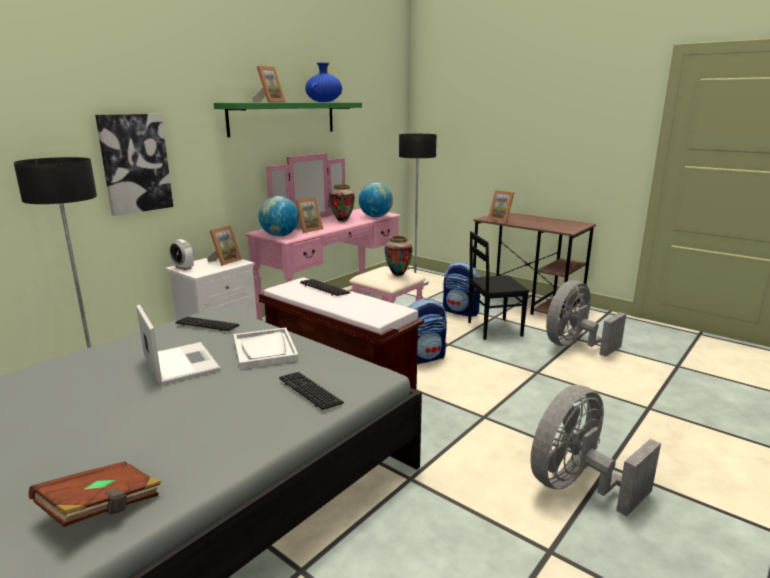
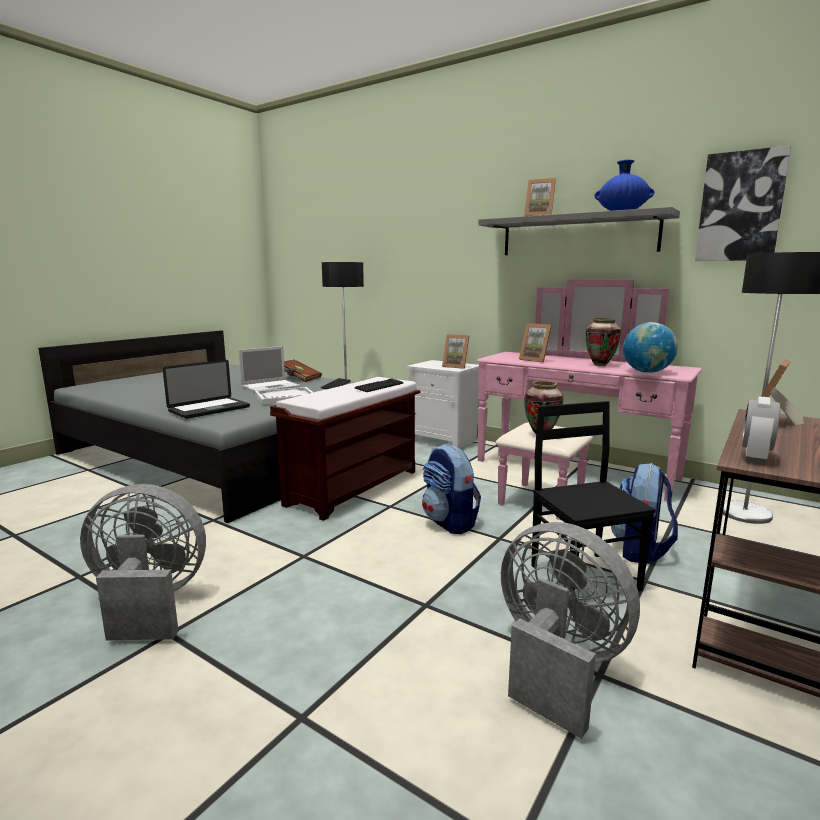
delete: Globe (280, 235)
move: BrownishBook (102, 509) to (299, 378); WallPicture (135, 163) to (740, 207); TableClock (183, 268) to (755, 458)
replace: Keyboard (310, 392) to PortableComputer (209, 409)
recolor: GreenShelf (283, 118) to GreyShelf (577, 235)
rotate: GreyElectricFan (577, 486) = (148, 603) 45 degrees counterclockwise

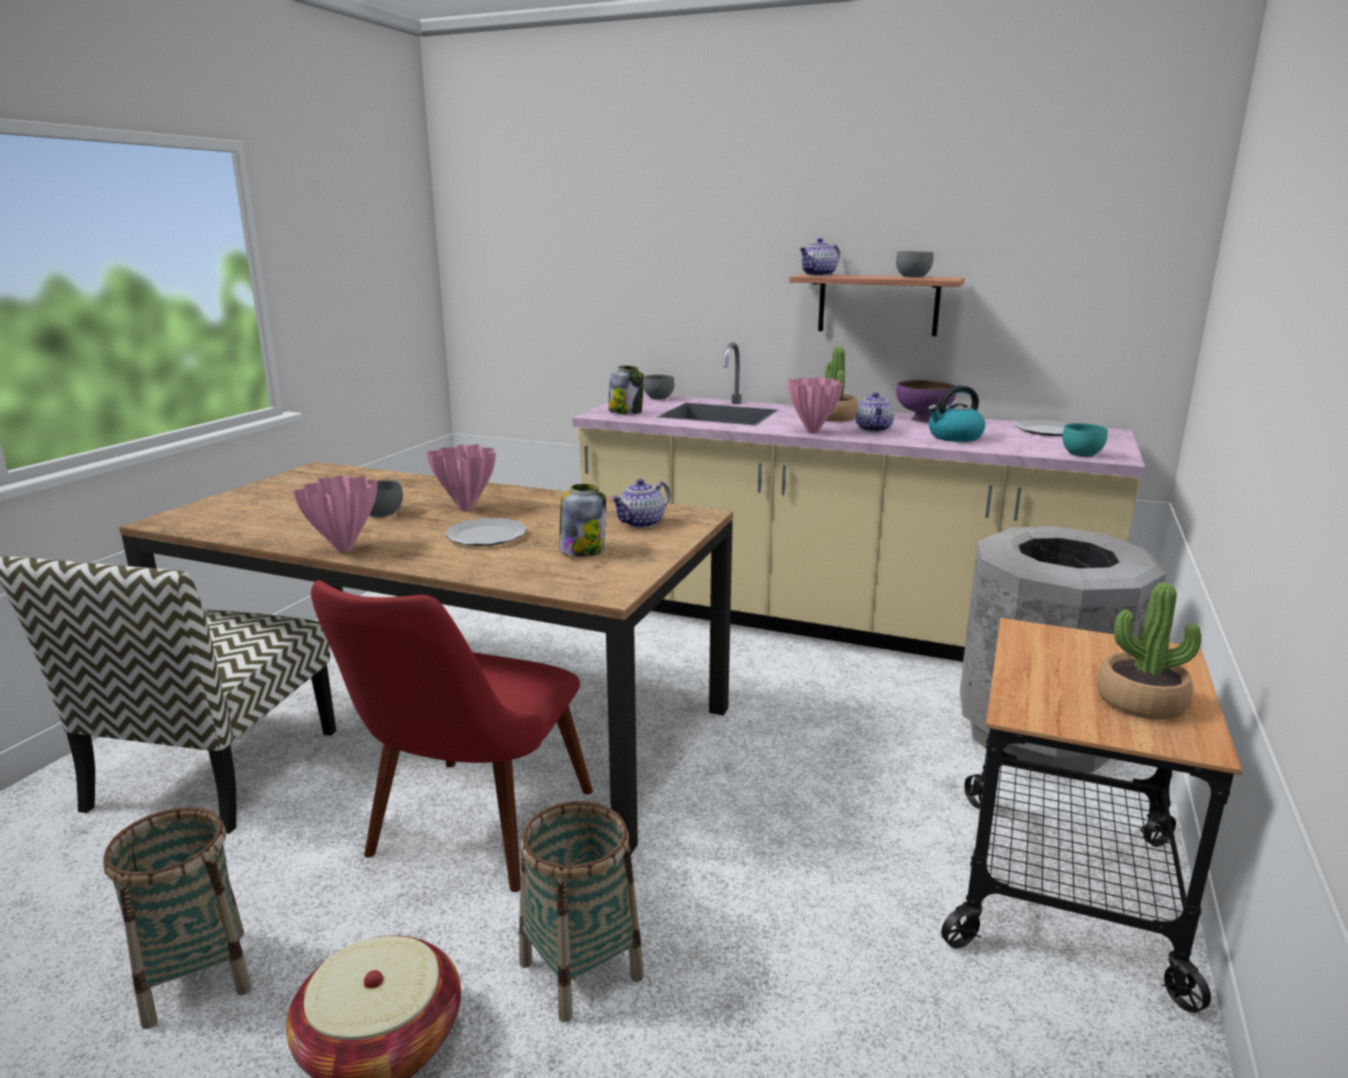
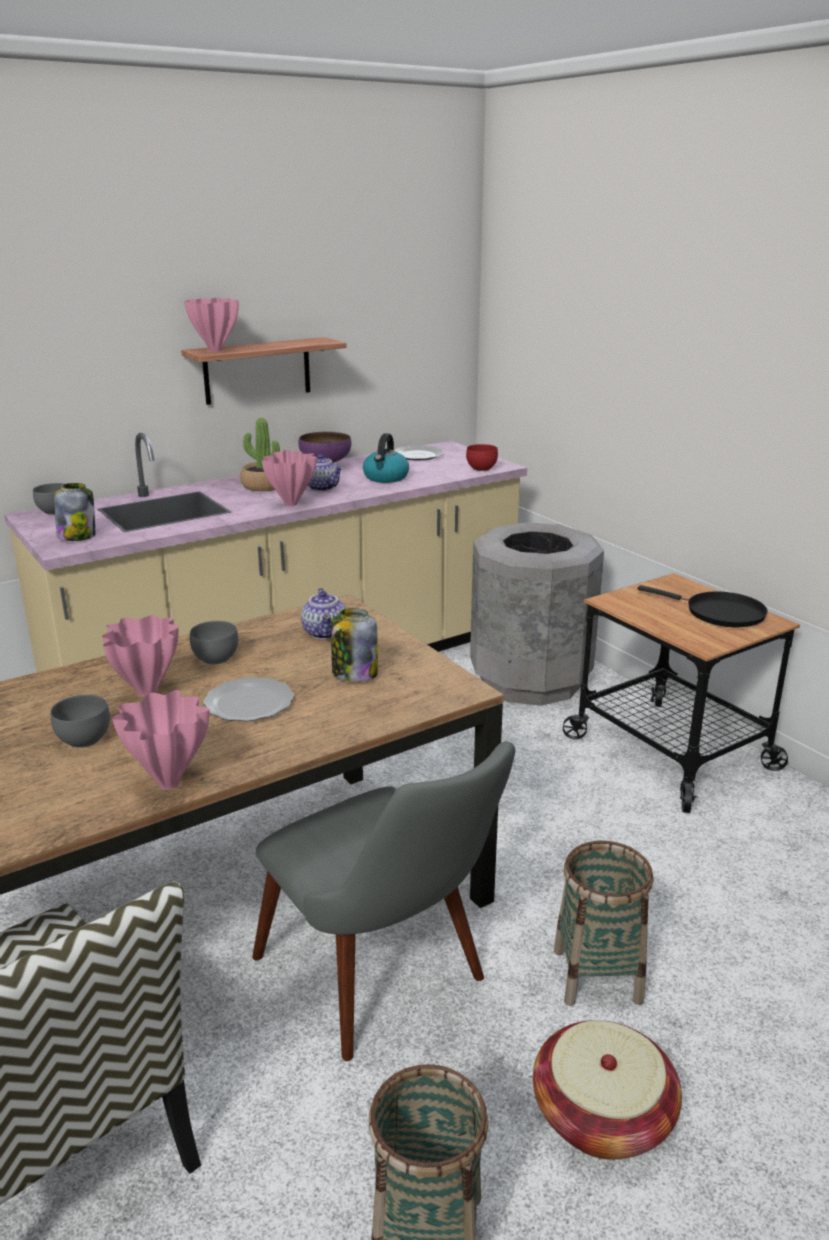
move: GreyDeepDish (913, 277) to (216, 658)
replace: Teapot (819, 275) to PinkishDecorativeVase (215, 350); Houseplant (1140, 702) to BlackPan (719, 613)
recolor: RedChair (468, 839) to GreyChair (387, 983); TurquoiseColouredDeepDish (1082, 454) to RedDeepDish (481, 468)

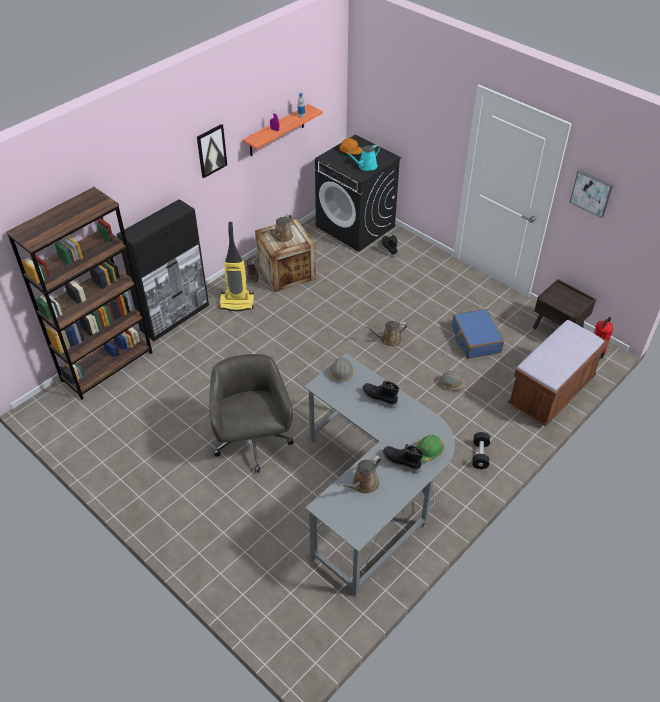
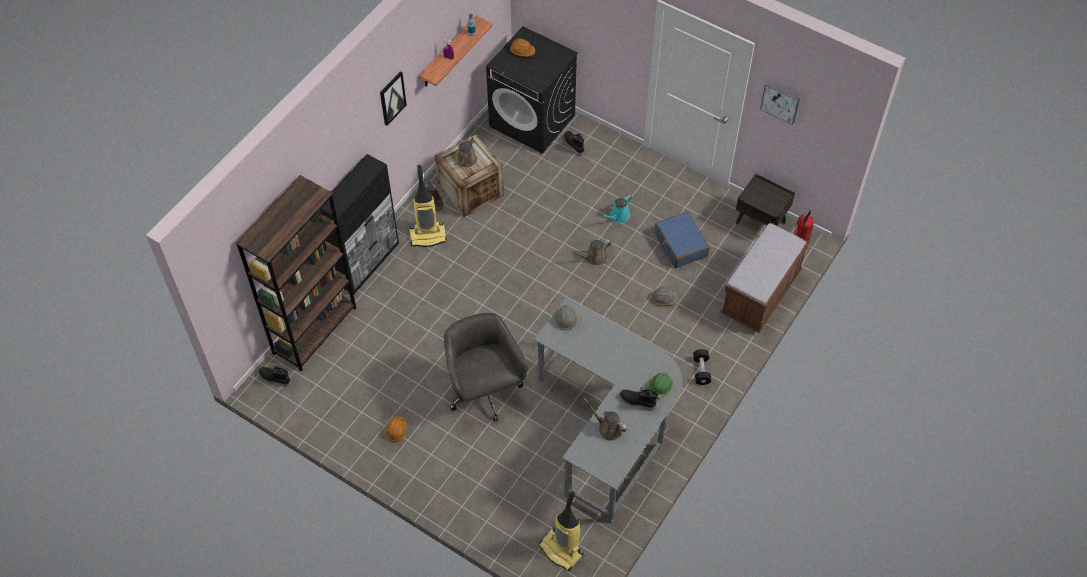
insert: OrangeColouredWorkHelmet (396, 430); Hoover (562, 550)
move: BlackHighTopBoot (379, 398) to (274, 379); TurquoiseColouredWateringCan (366, 166) to (618, 216)
rotate: BrownishWateringCan (363, 484) = (608, 428) 90 degrees clockwise

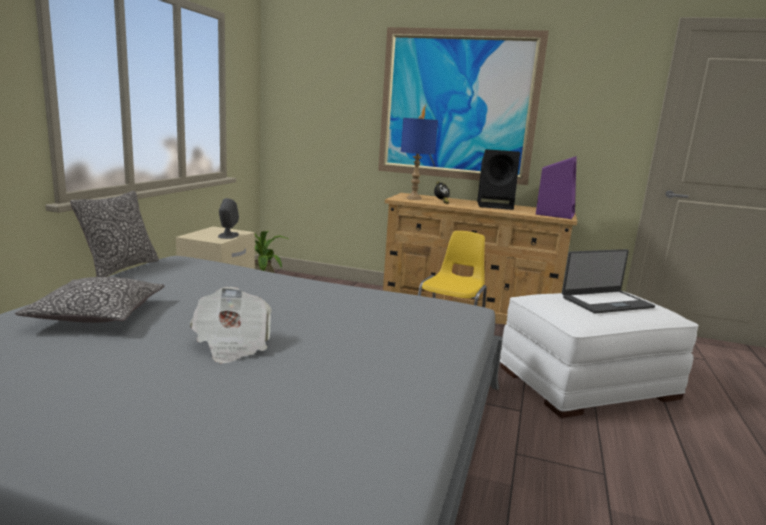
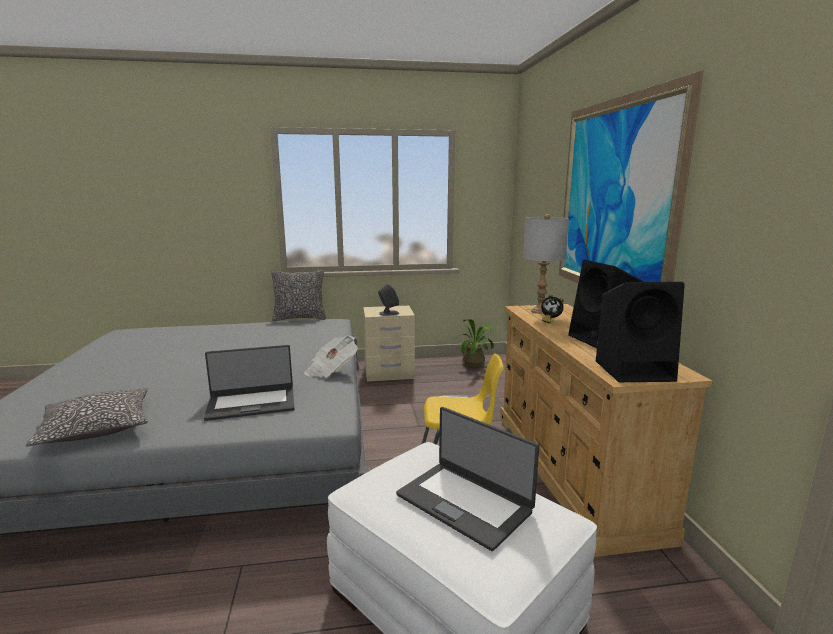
insert: PortableComputer (251, 404)
move: Cushion (98, 314) to (97, 427); DailyPaper (232, 344) to (331, 370)
recolor: BlueColouredTableLamp (414, 198) to GreyTableLamp (540, 311); PurpleColouredSpeaker (555, 214) to BlackSpeaker (635, 370)

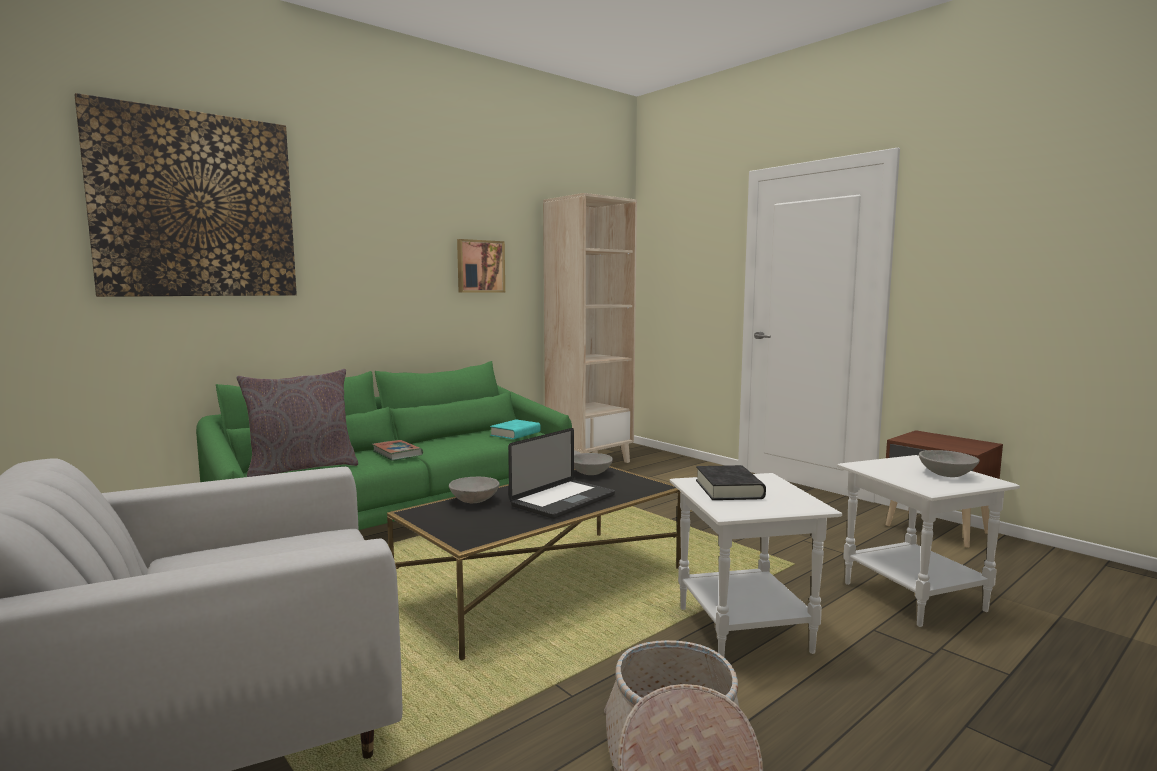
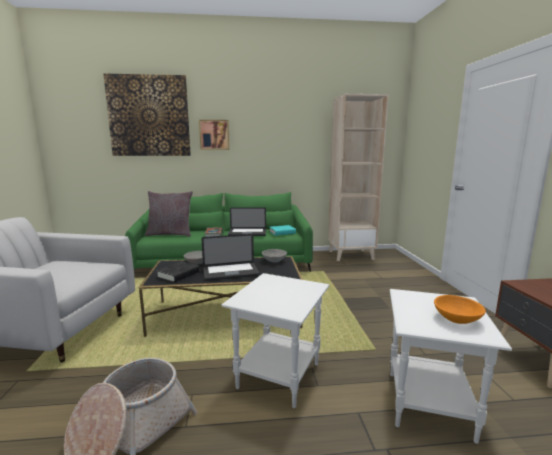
insert: PortableComputer (247, 233)
move: BlackBook (729, 489) to (178, 275); WallPicture (480, 266) to (214, 135)
recolor: GreyDeepDish (947, 474) to OrangeColouredDeepDish (457, 319)

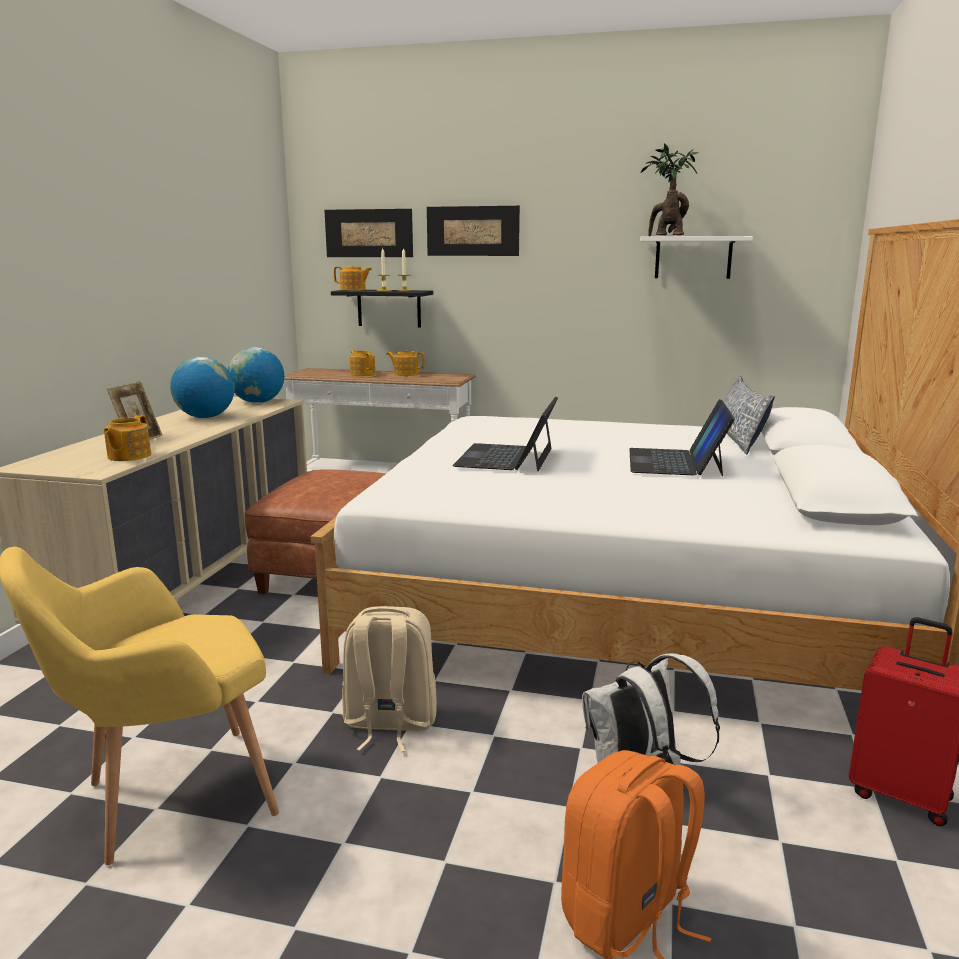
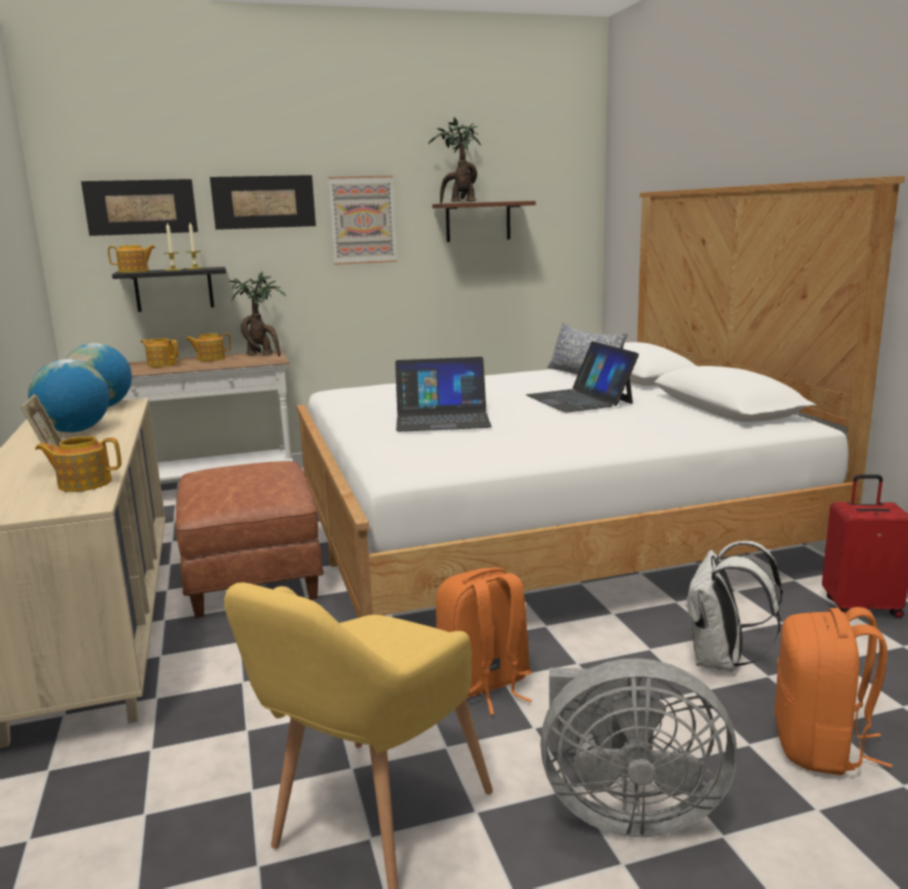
insert: Houseplant (262, 355); WallPicture (362, 220); GreyElectricFan (624, 809)
recolor: WhiteShelf (693, 257) to BrownishShelf (478, 221); BeigeKnapsack (389, 723) to OrangeColouredKnapsack (484, 685)
rotate: Teapot (128, 456) = (84, 483) 105 degrees clockwise; PortableComputer (506, 457) = (442, 419) 75 degrees counterclockwise

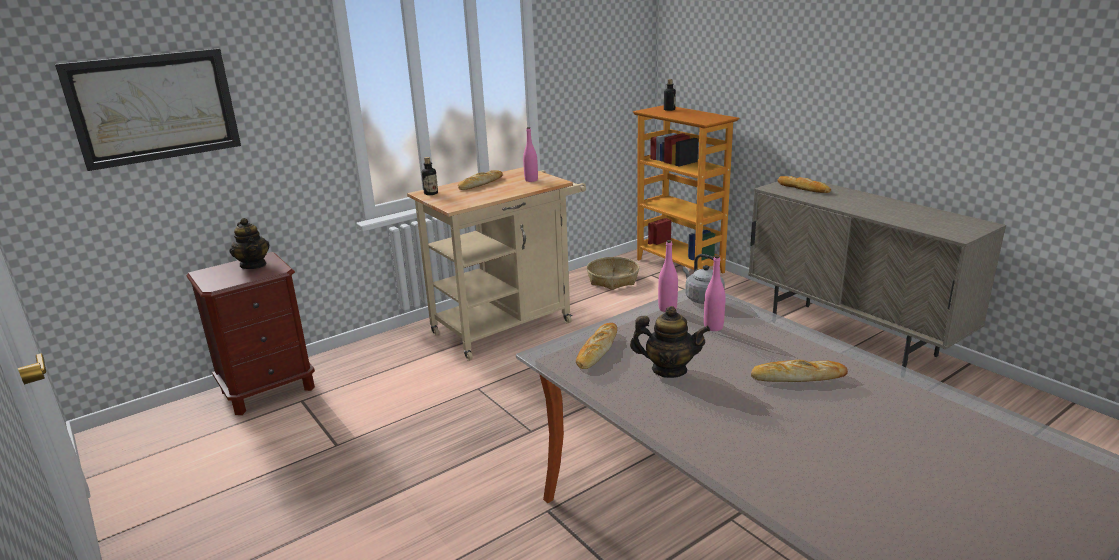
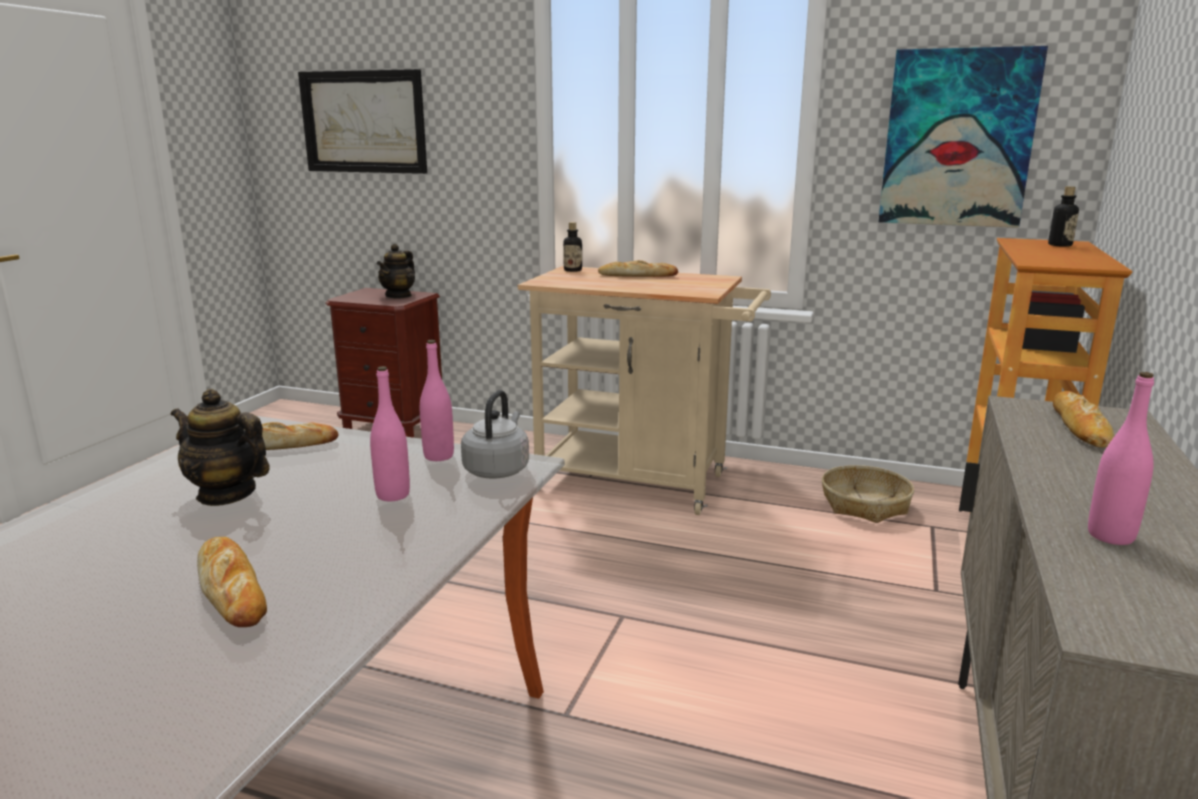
insert: WallPicture (957, 138)
move: PinkishDrinkBottle (531, 180) to (1110, 536)
rotate: Teapot (669, 370) = (226, 494) 135 degrees clockwise

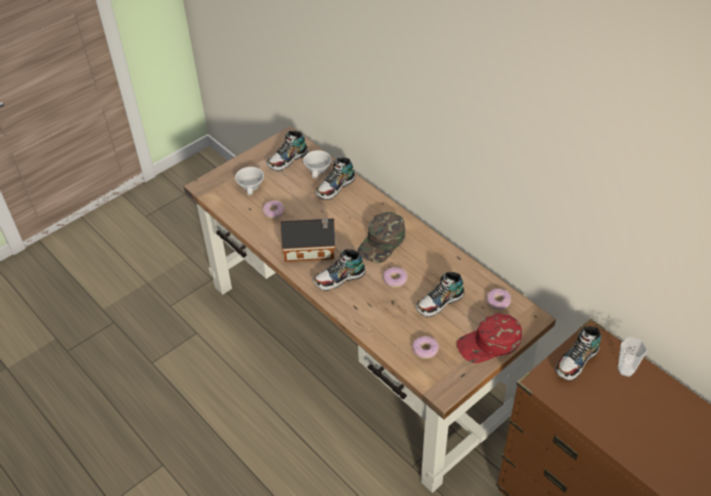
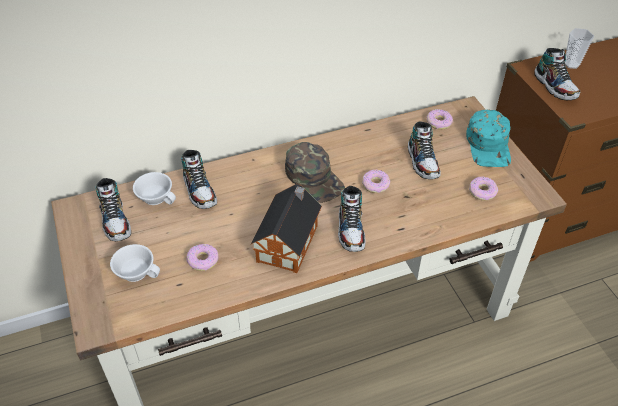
recolor: RedPeakedCap (489, 343) to TurquoiseColouredPeakedCap (489, 145)

